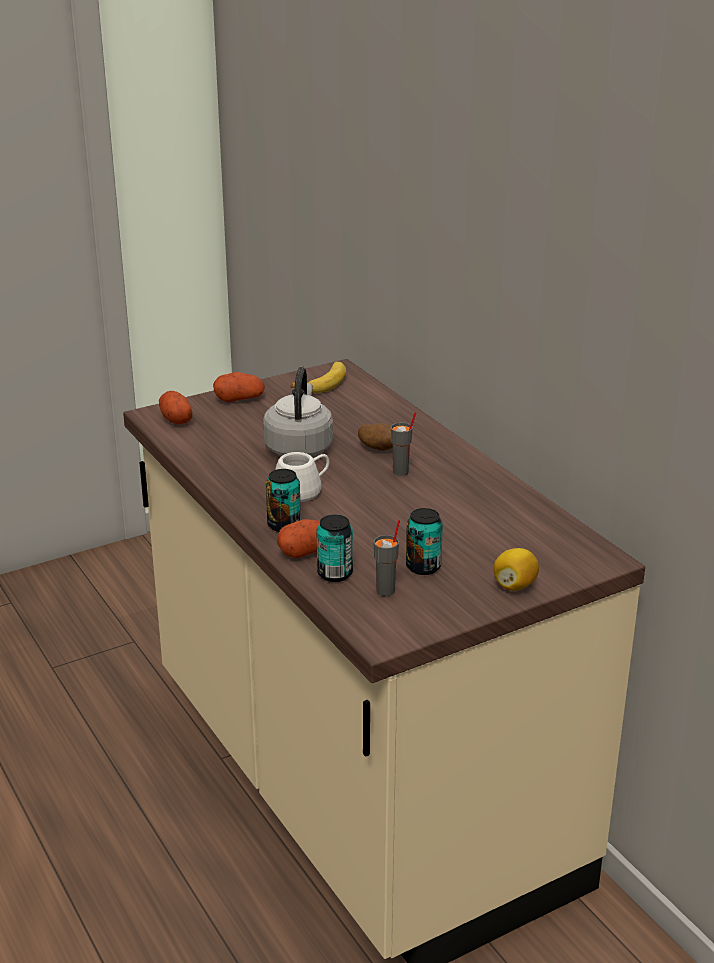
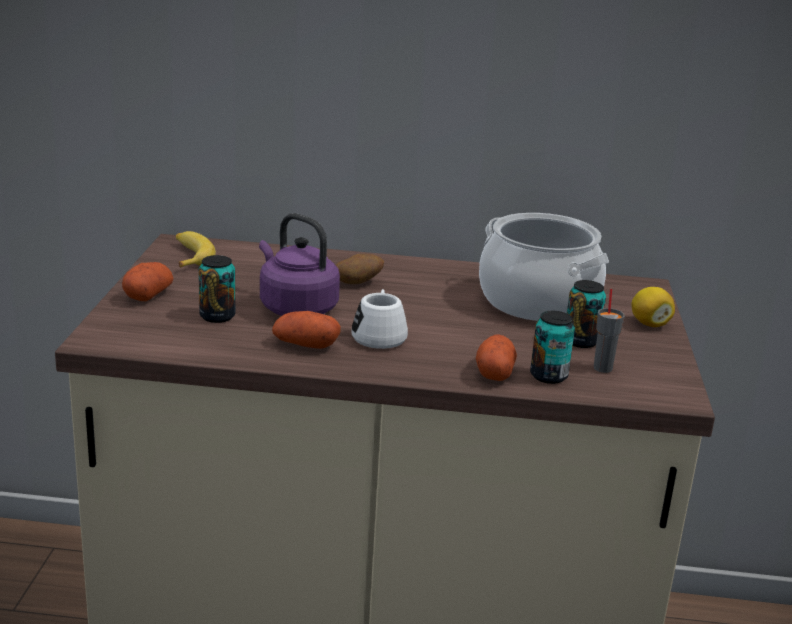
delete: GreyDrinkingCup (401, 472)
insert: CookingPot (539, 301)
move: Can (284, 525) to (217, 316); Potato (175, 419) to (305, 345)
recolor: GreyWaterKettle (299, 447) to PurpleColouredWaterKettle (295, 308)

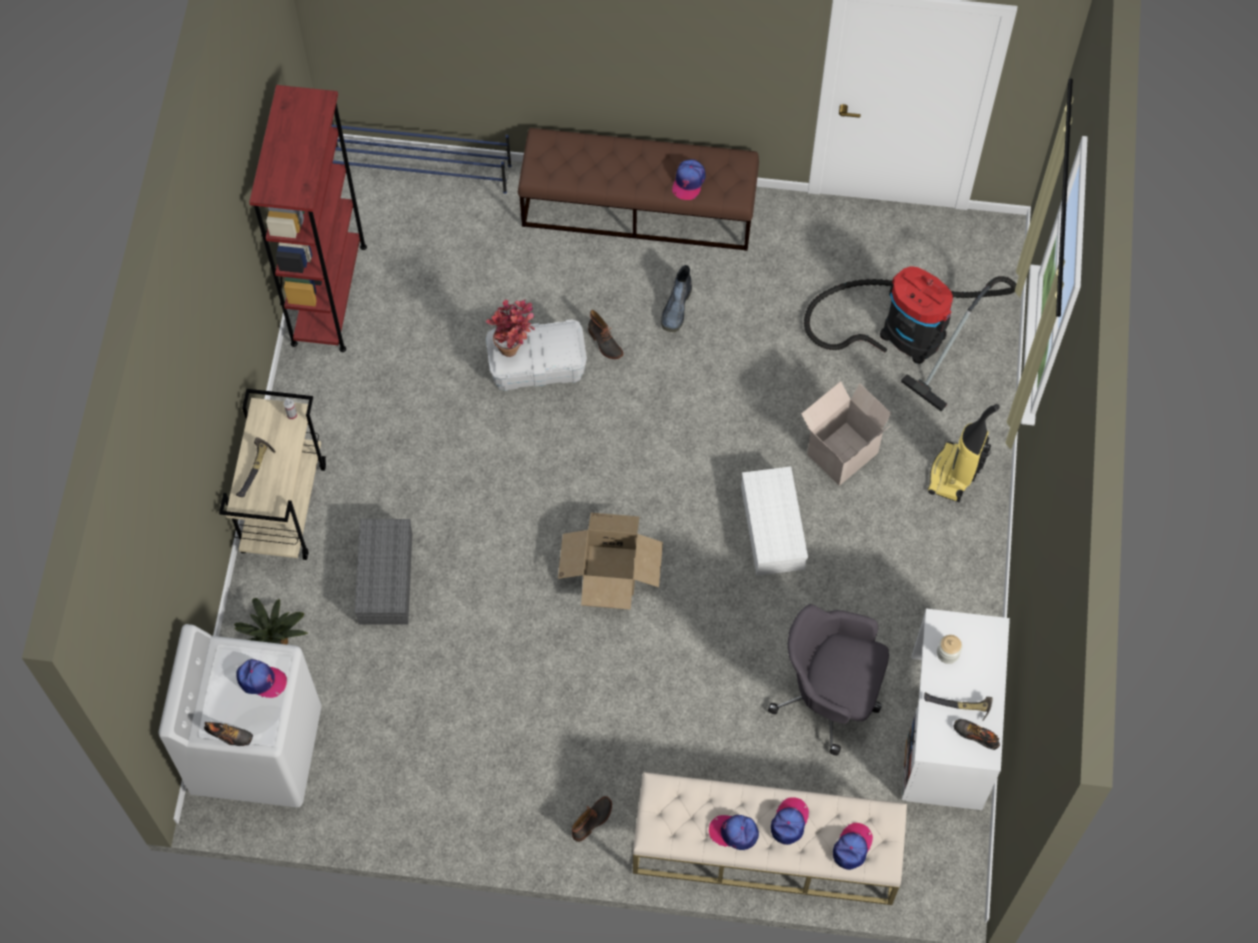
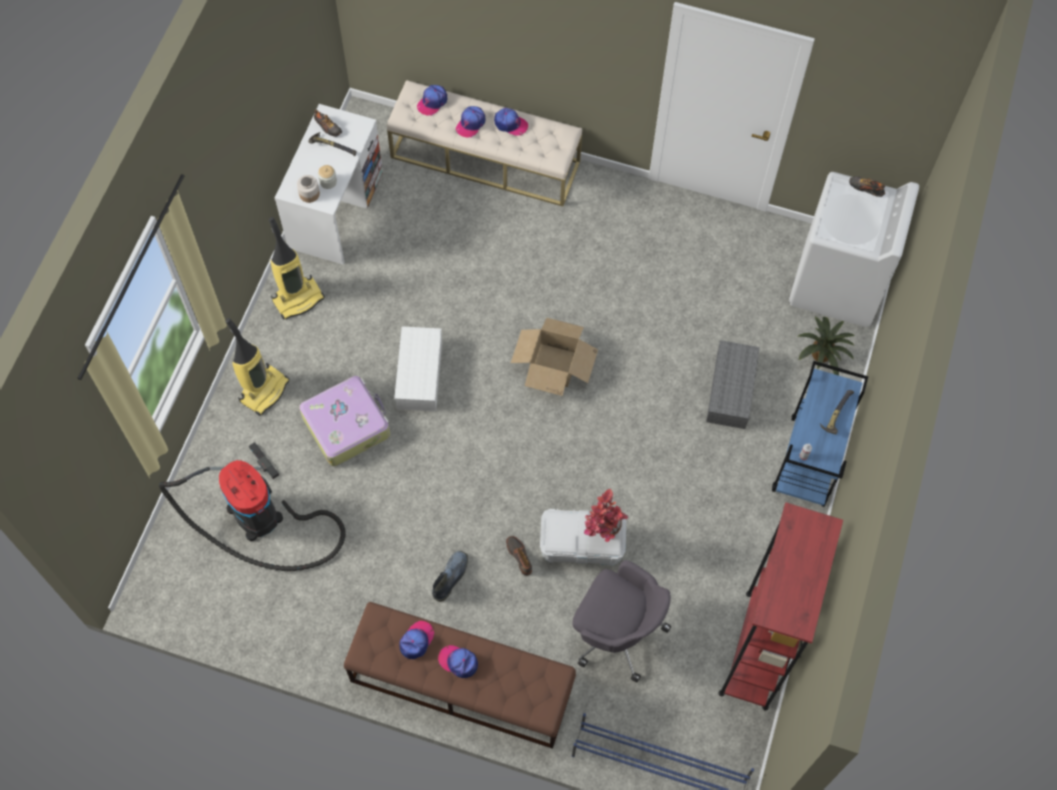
delete: HighTopBoot (592, 821)
insert: Hoover (298, 298); StorageJar (309, 194)
move: PeakedCap (261, 680) to (459, 662); GreyDeskChair (829, 695) to (616, 632)
replace: PackingBox (841, 451) to Suitcase (347, 425)
recolor: BeigeCart (283, 507) to BlueColouredCart (808, 462)

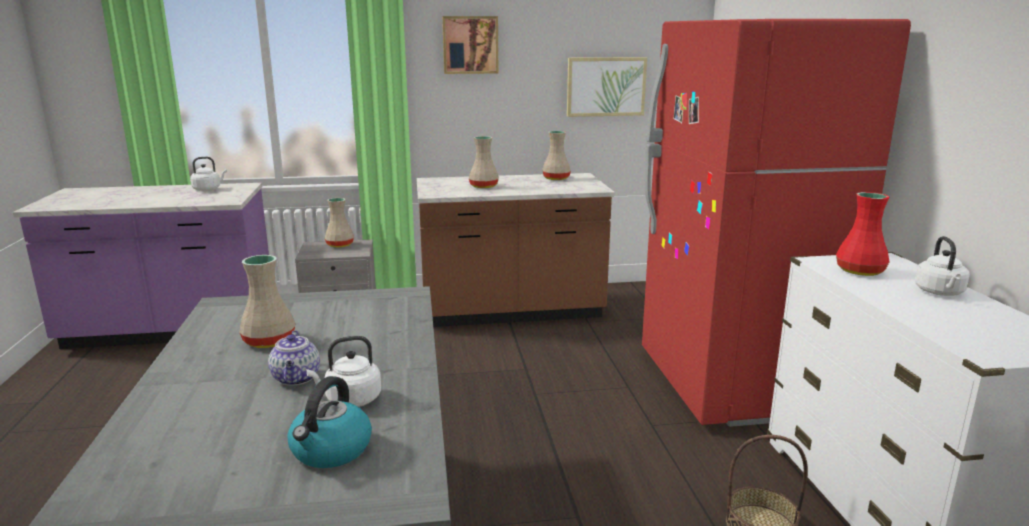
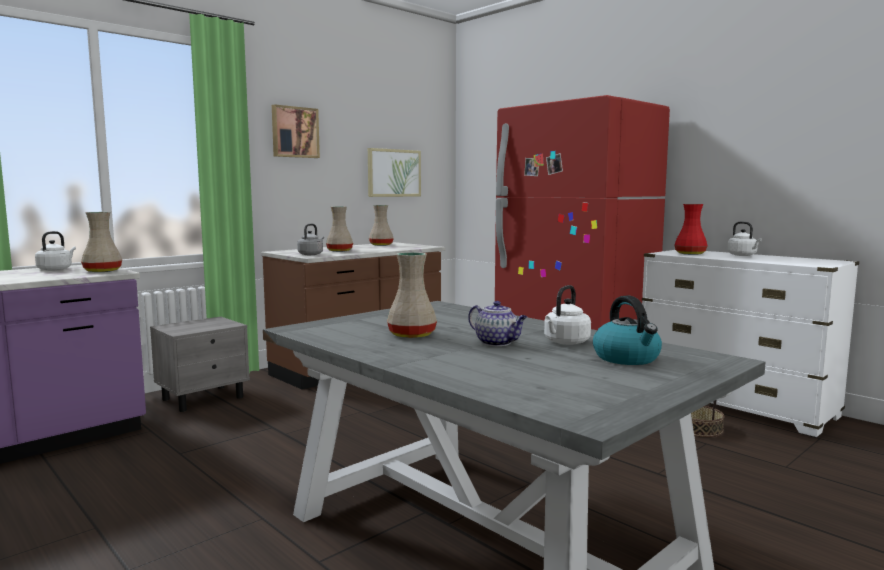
insert: GreyWaterKettle (311, 254)
move: BeigeDecorativeVase (339, 245) to (102, 271)

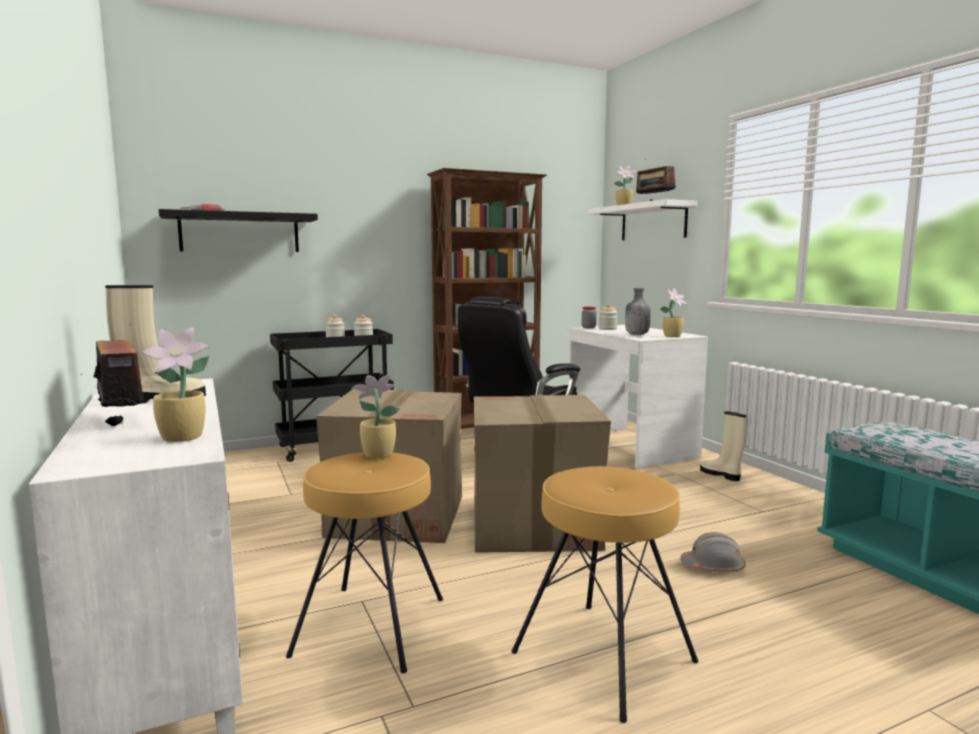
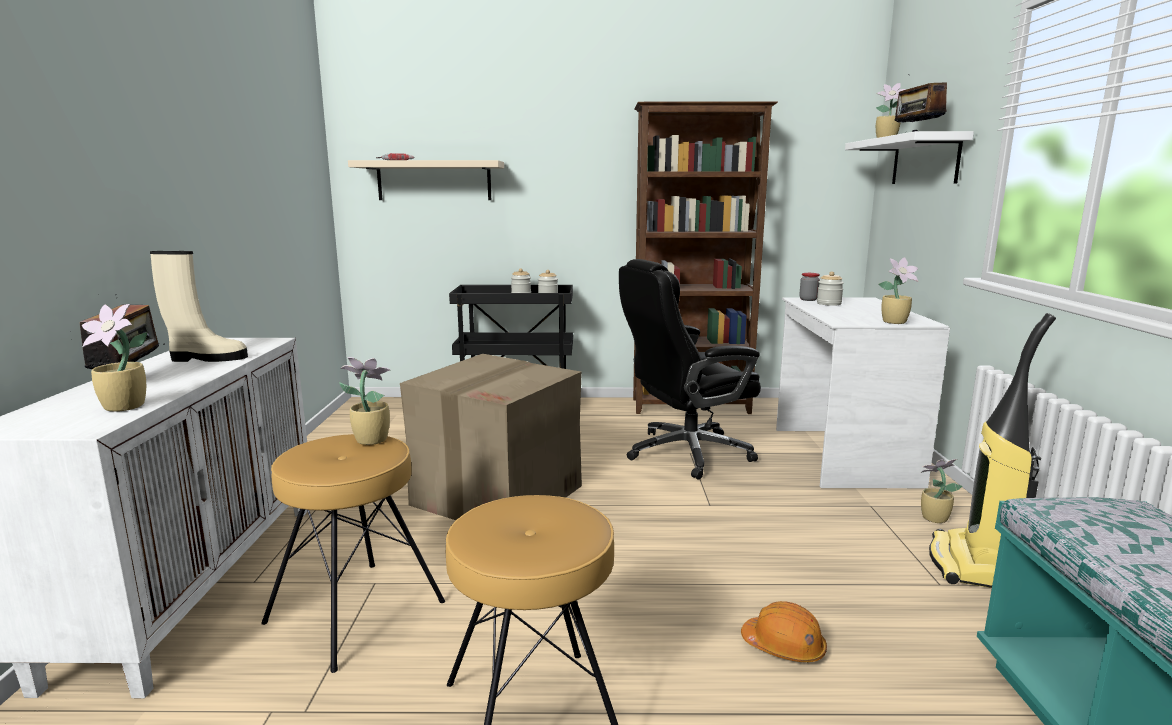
delete: PackingBox (533, 525); GreyDrinkBottle (636, 334)
insert: Hoover (970, 564)
replace: BeigeHighTopBoot (721, 475) to Houseplant (933, 518)
recolor: BlackShelf (240, 233) to BeigeShelf (434, 181); GreyWorkHelmet (713, 567) to OrangeColouredWorkHelmet (784, 647)

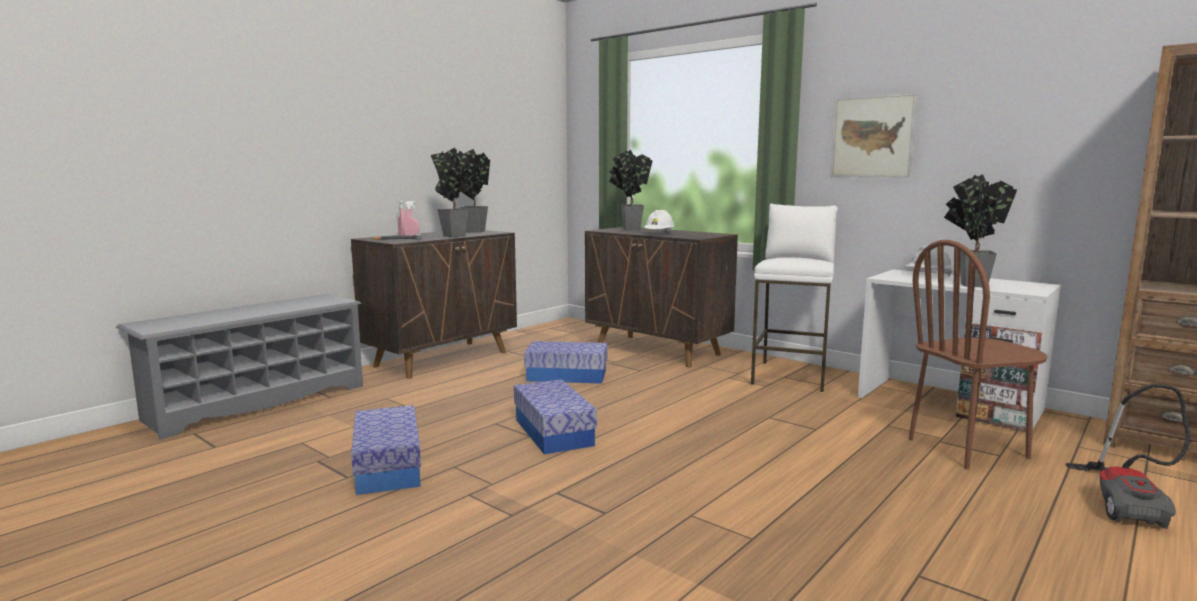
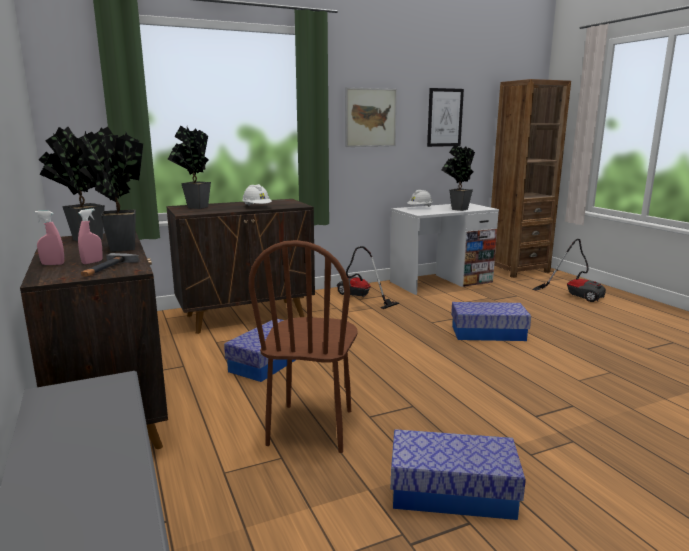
insert: WallPicture (445, 117)
move: BrownishChair (968, 448) to (311, 427); StorageContainer (553, 432) to (488, 333)
replace: WhiteStool (791, 376) to Hoover (360, 297)

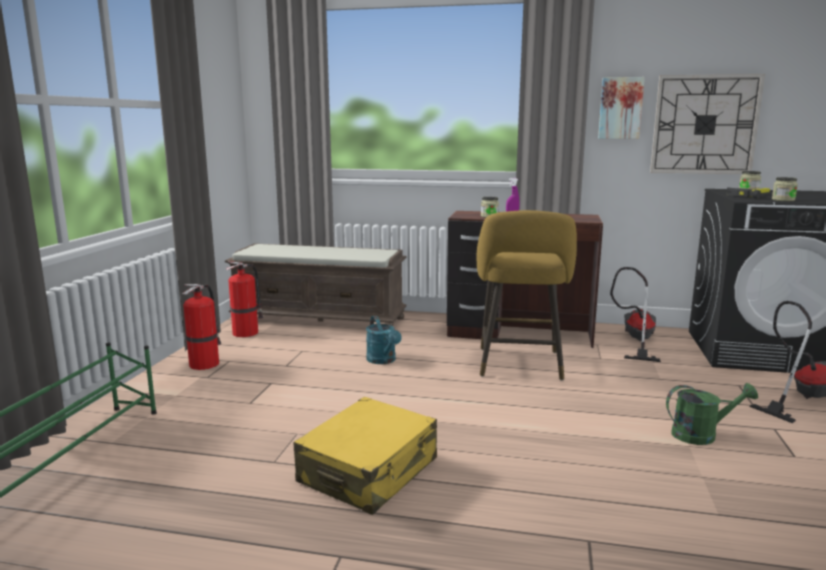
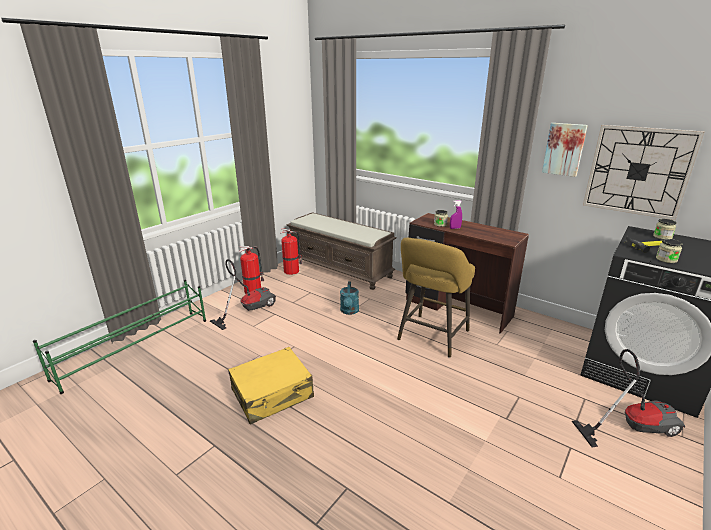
delete: GreenWateringCan (701, 435)
move: Hoover (635, 340) to (248, 309)

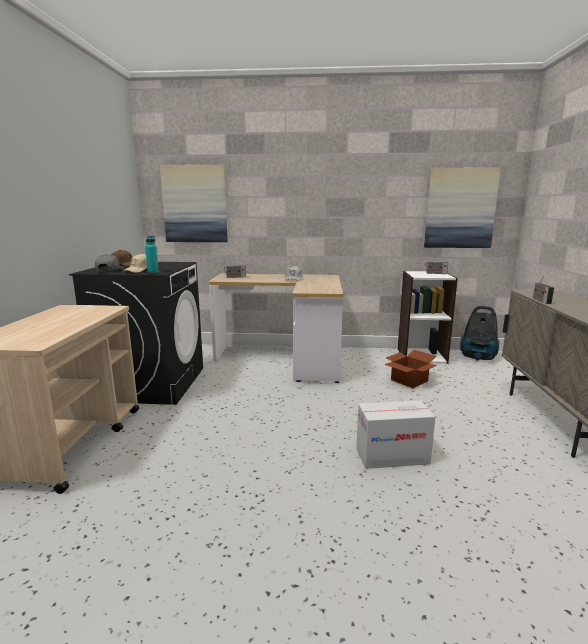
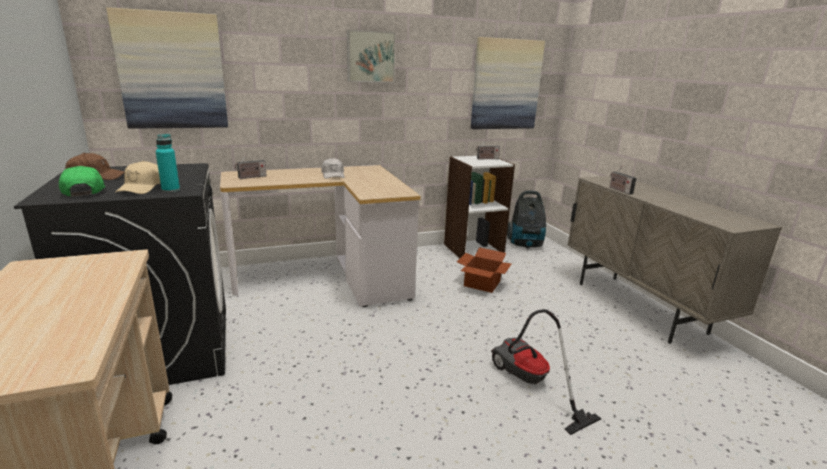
insert: WallPicture (370, 57)
replace: PackingBox (392, 456) to Hoover (528, 384)
recolor: GreyPeakedCap (109, 270) to GreenPeakedCap (84, 191)

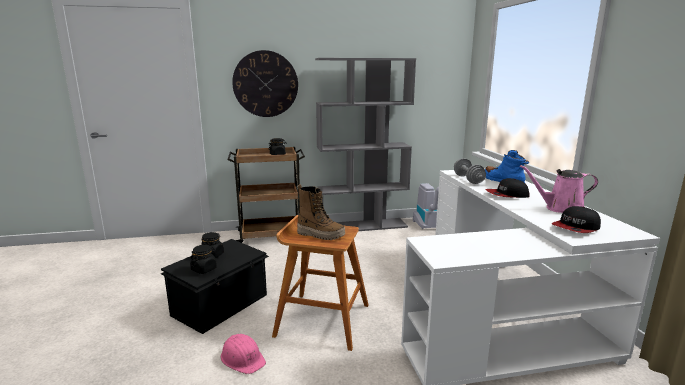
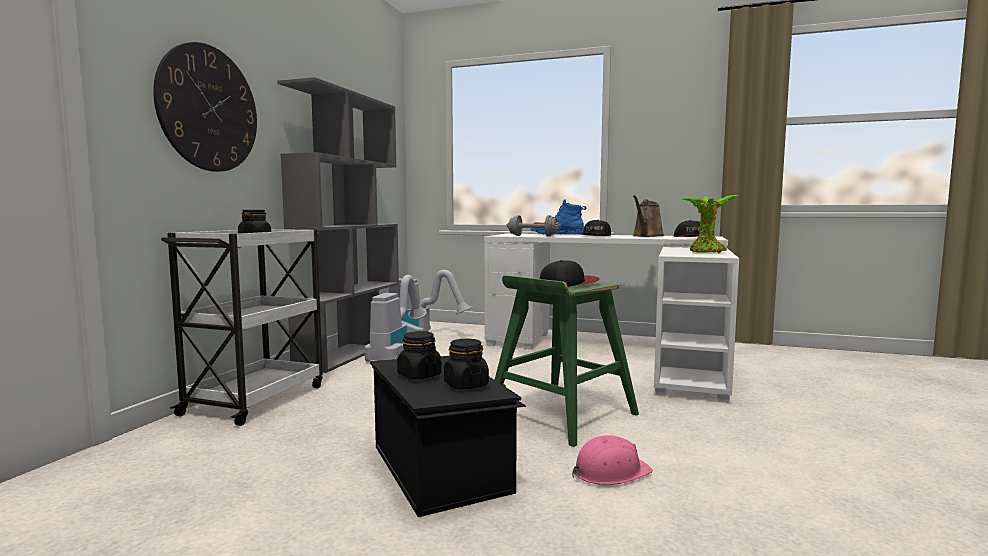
insert: Hoover (397, 353); Houseplant (707, 252)
replace: HighTopBoot (320, 235) to PeakedCap (568, 284)
recolor: BrownishCart (271, 236) to WhiteCart (257, 399); BrownishStool (322, 319) to GreenStool (560, 414); PinkishWateringCan (560, 209) to BrownishWateringCan (647, 236)

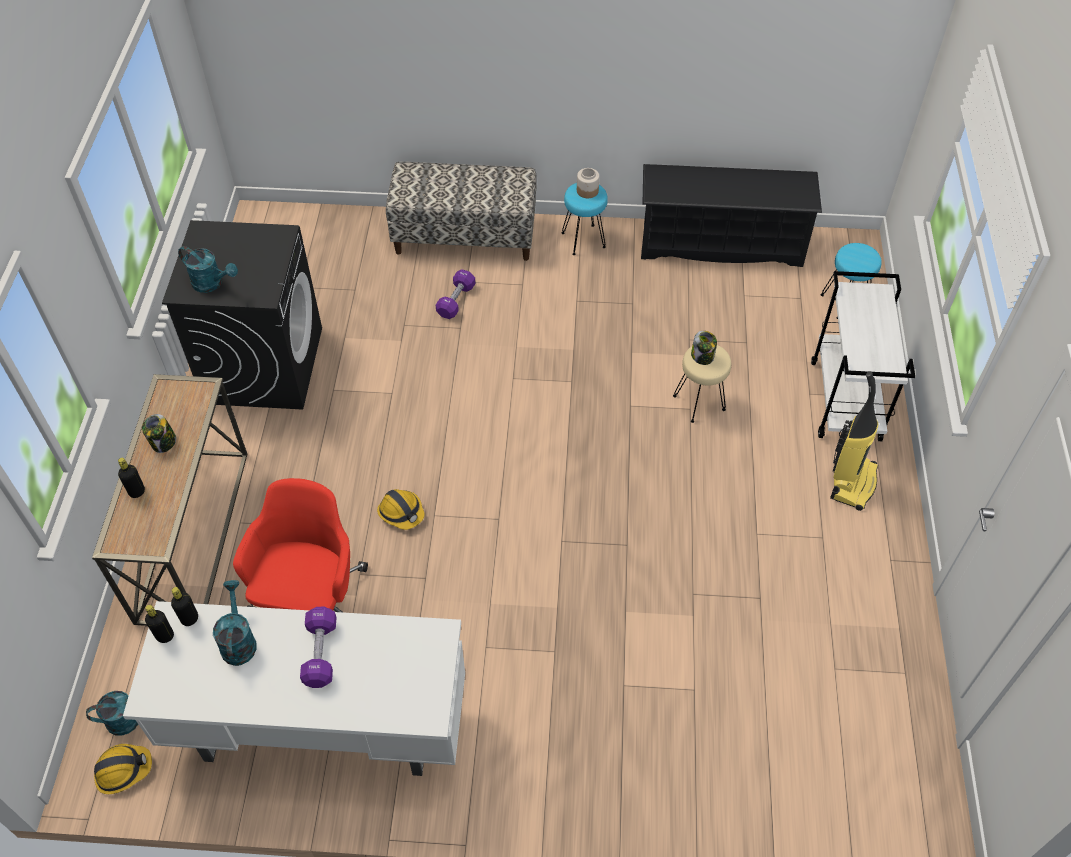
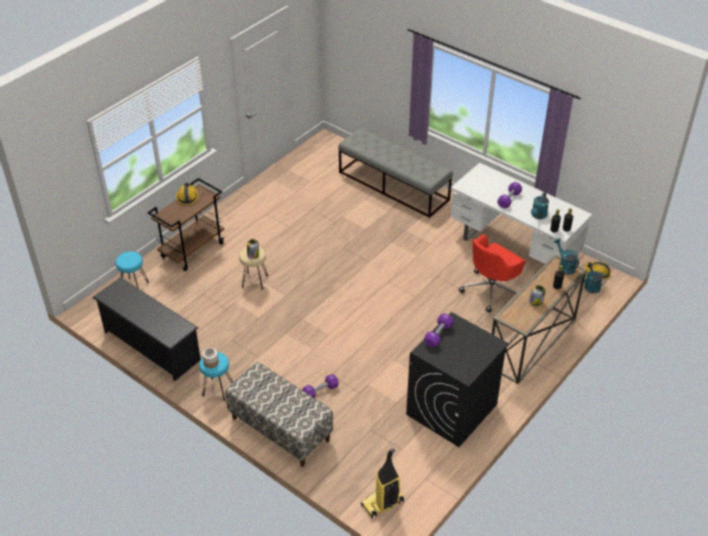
insert: GreyLongSeat (393, 186); PurpleColouredDumbbell (438, 335)
move: WorkHelmet (401, 512) to (187, 197); Hoover (851, 482) to (382, 504); TurquoiseColouredWateringCan (212, 283) to (564, 266)
recolor: WhiteCart (846, 401) to BrownishCart (192, 250)

